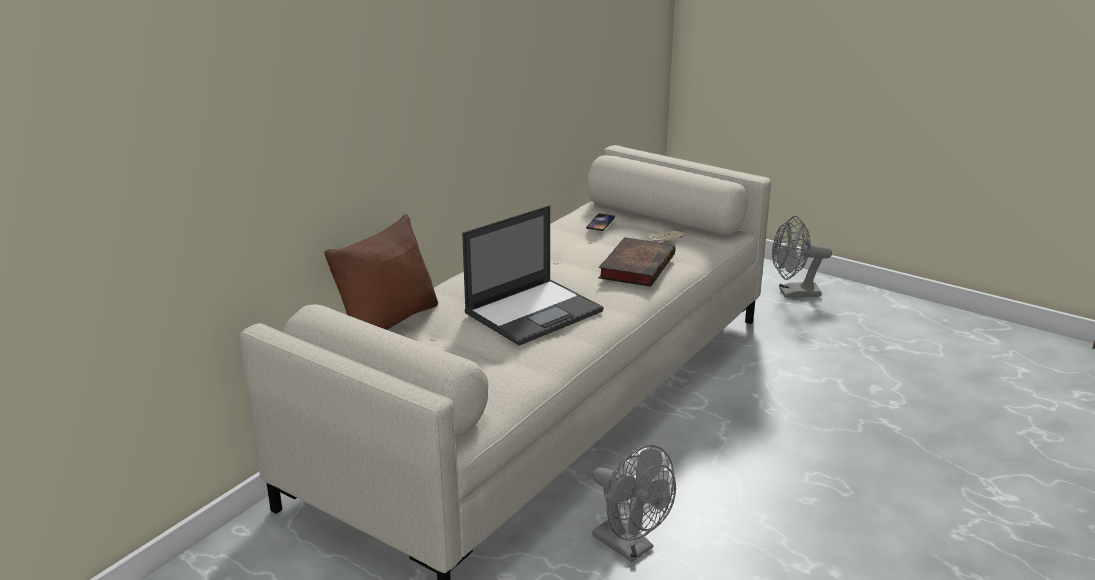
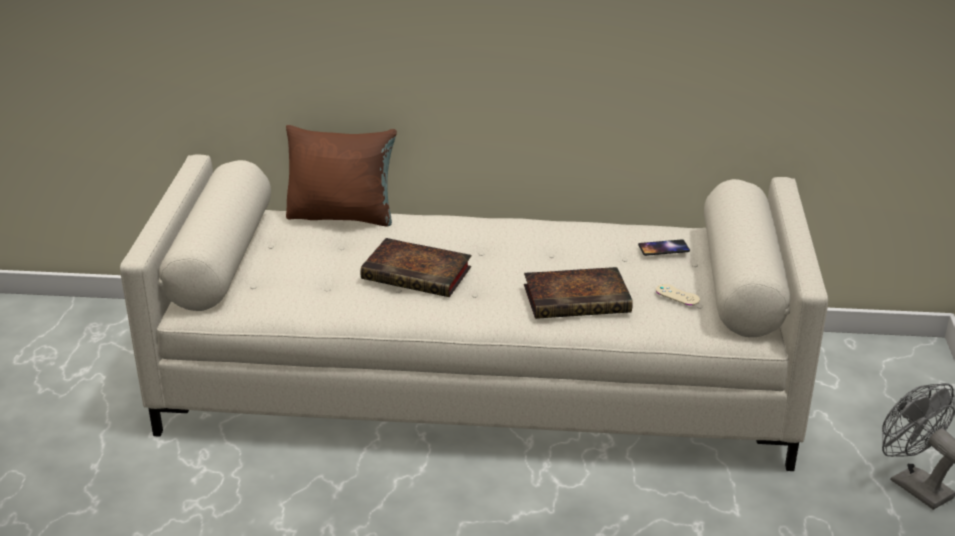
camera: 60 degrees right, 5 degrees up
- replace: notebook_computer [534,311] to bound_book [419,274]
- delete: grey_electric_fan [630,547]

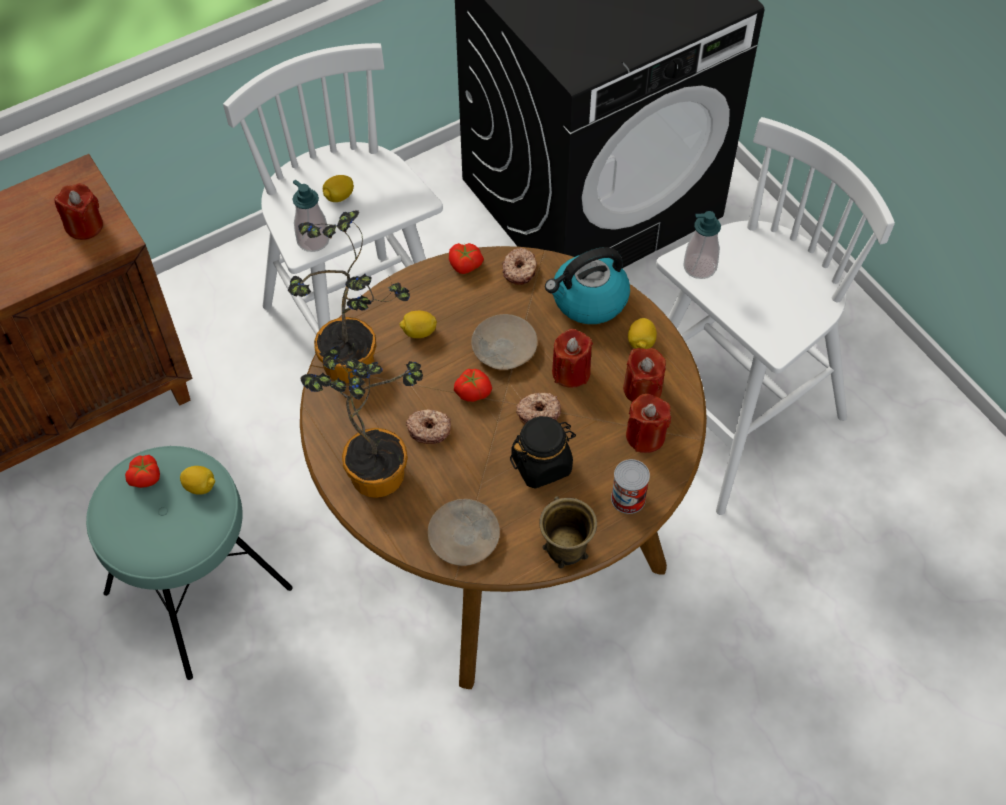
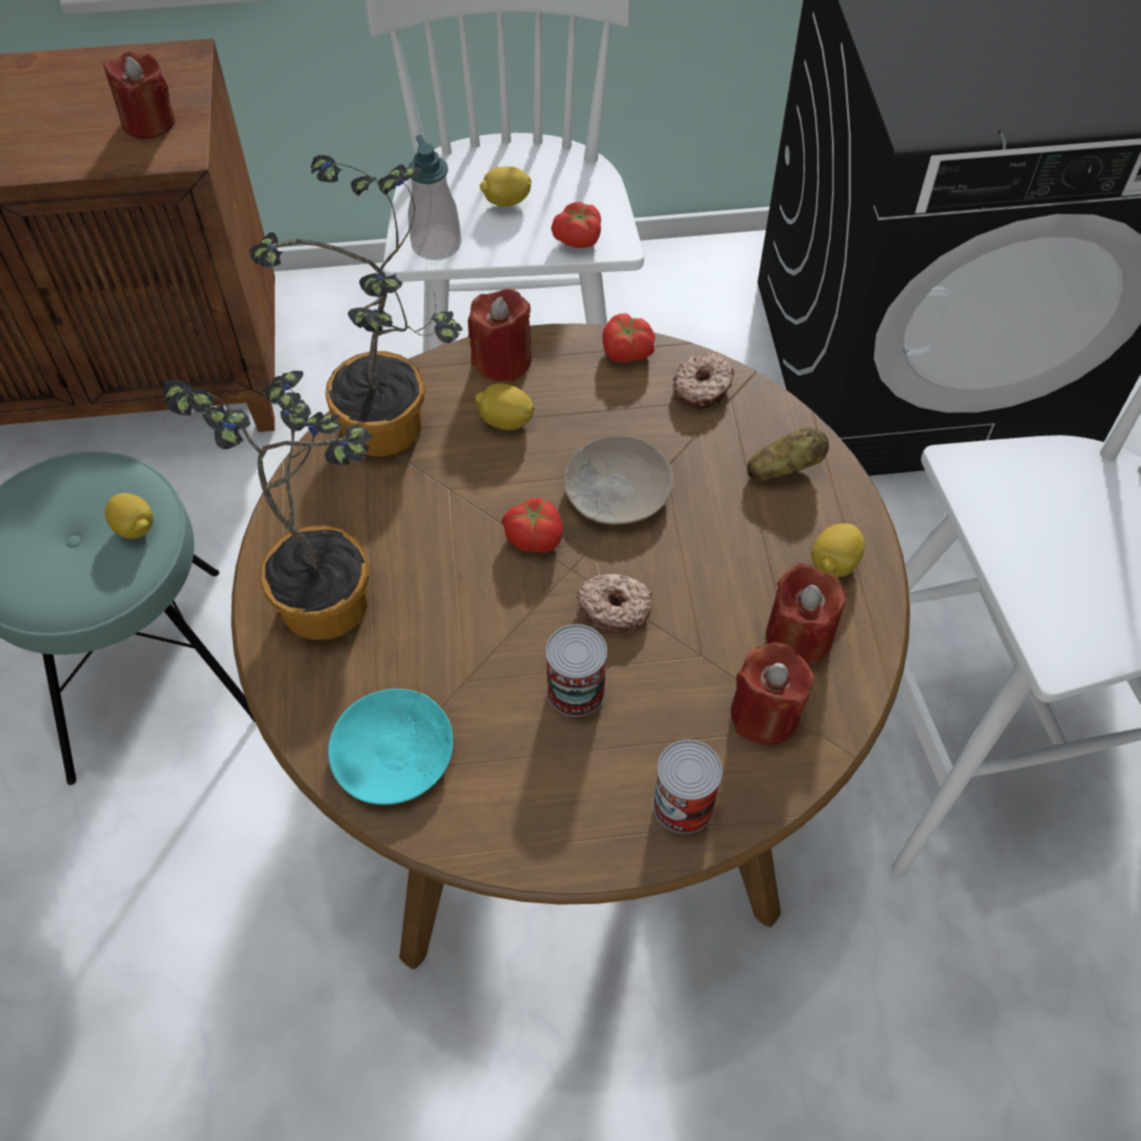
camera: 25 degrees right, 0 degrees up
- delete: soap_bottle [699,267]
- replace: tea_kettle [588,300] to spud [784,468]
- move: reddish_wax_candle [571,372] to [502,360]
- delete: doughnut [429,429]
- replace: black_jar [542,464] to metal_can [576,690]
- move: tomato [146,478] to [579,239]
- delete: brown_tea_mug [565,549]
- recolor: beige_plate [464,536] to turquoise-coloured_plate [394,752]

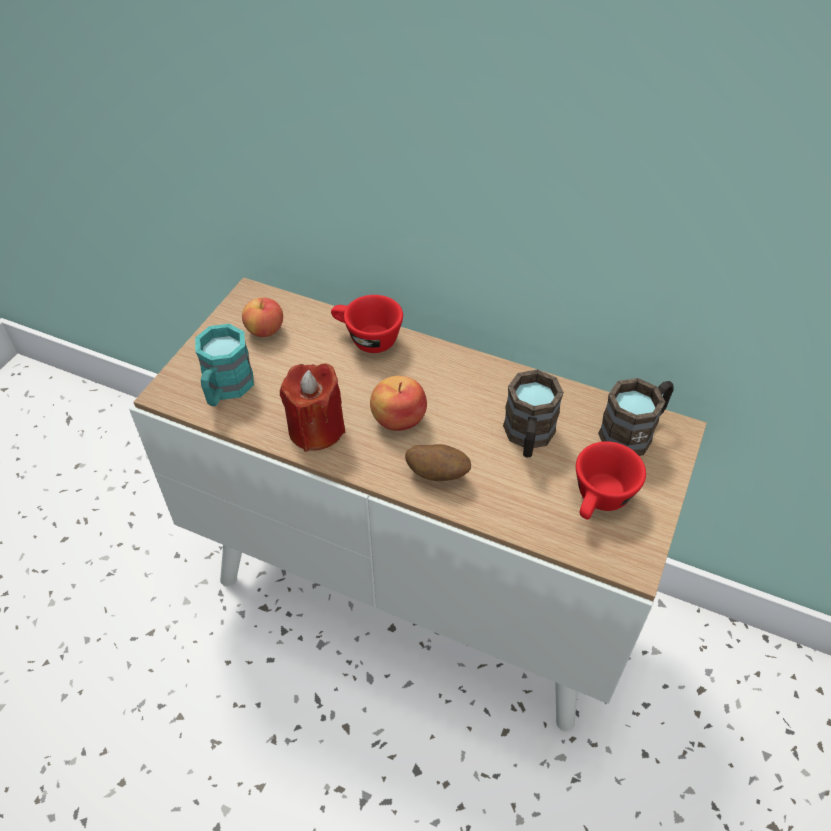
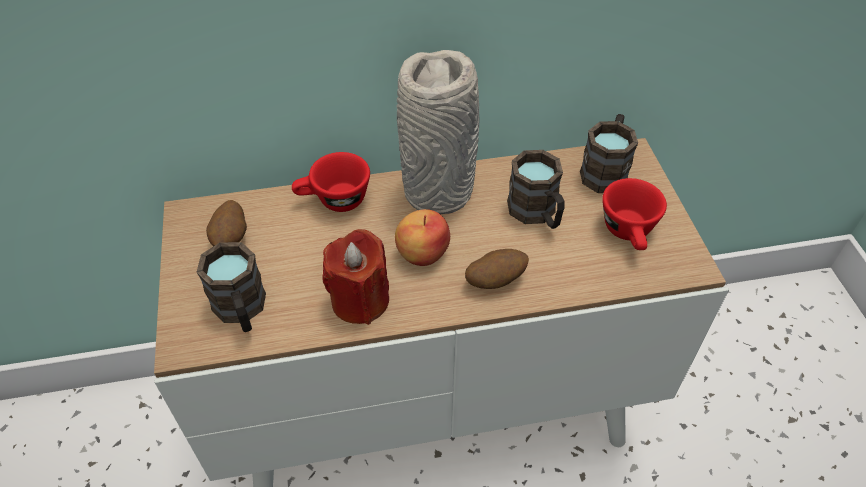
camera: 35 degrees left, 0 degrees up
- replace: whole_apple [265,330] to spud [231,238]
- recolor: turquoise-coloured_tea_mug [225,389] to brown_tea_mug [241,311]
- insert: grey_vase [438,190]

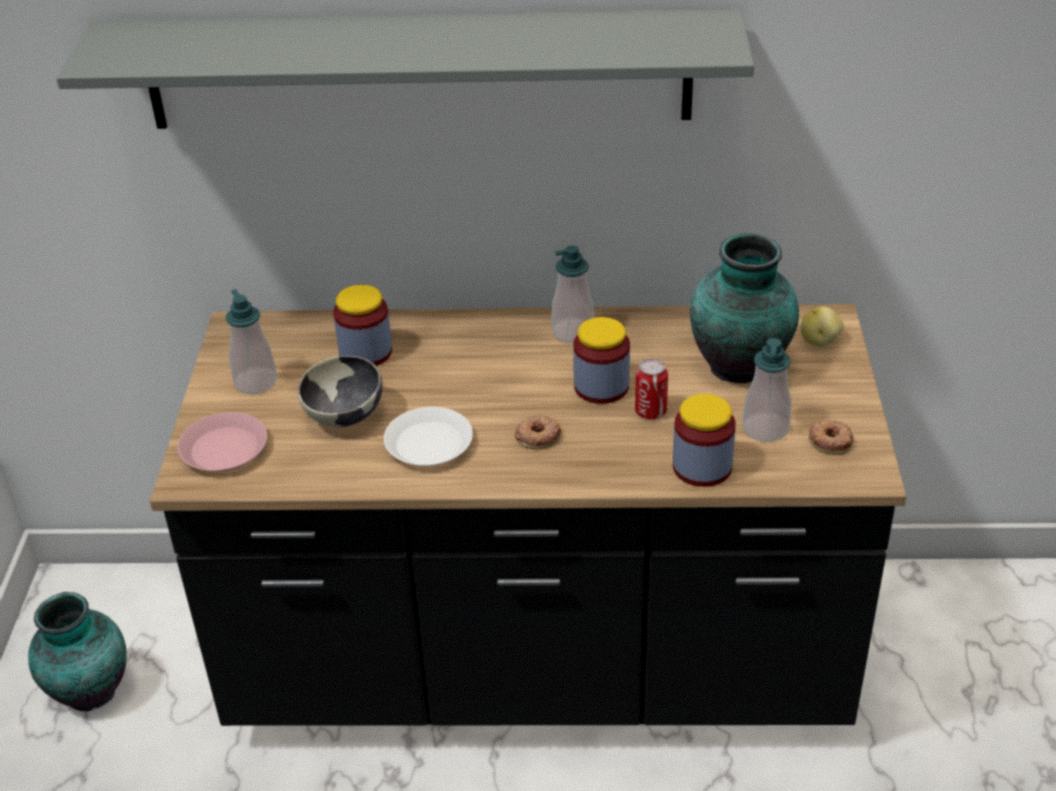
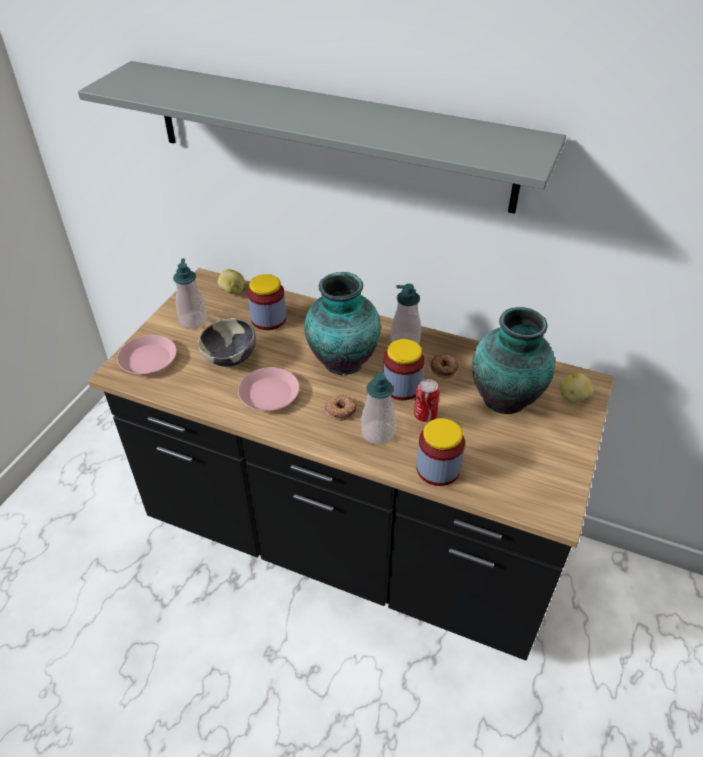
camera: 20 degrees right, 5 degrees up
- move: soap_bottle [765,429] to [378,433]
- recolor: white-coloured_plate [429,444] to pinkish_plate [269,394]
- move: doughnut [830,440] to [444,368]
- move: vase [89,693] to [341,362]
- insert: spud [232,291]

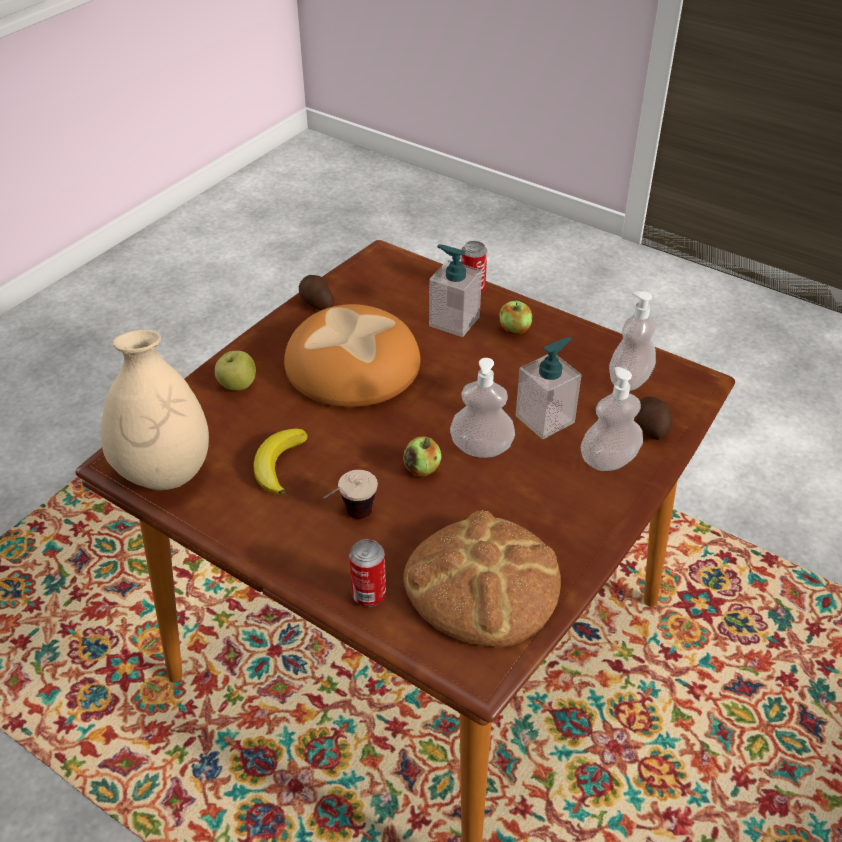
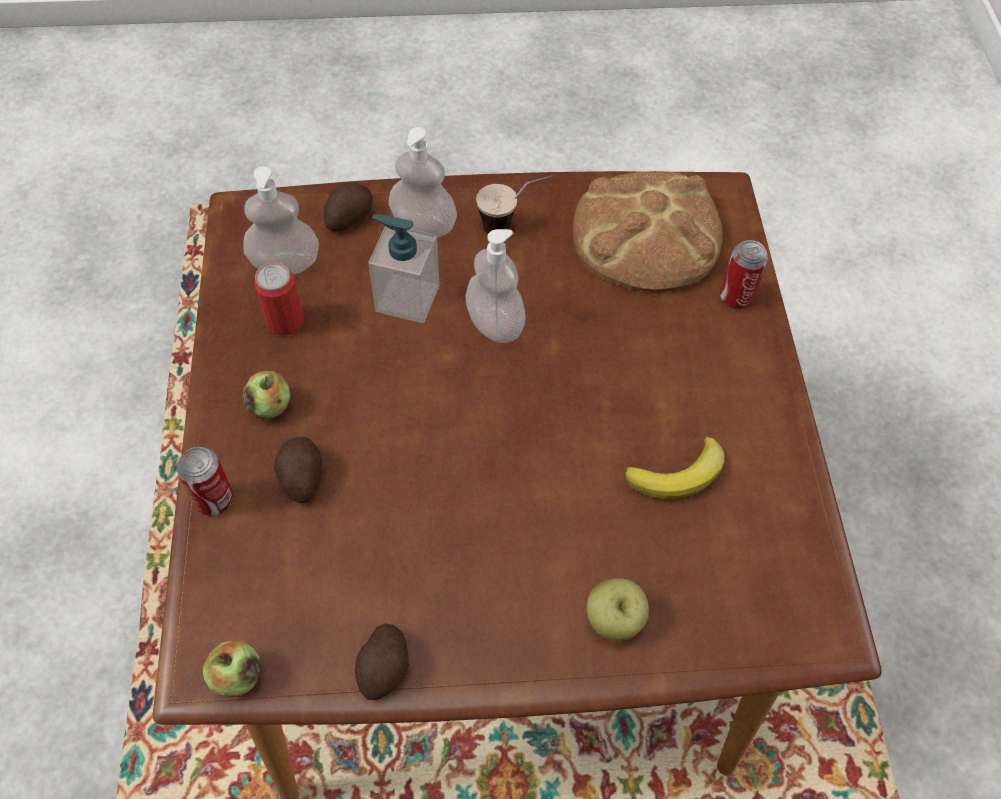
camera: 130 degrees left, 15 degrees up
- replace: soap_bottle [454,321] to spud [301,477]
- delete: bread [354,365]
- delete: beige_vase [165,472]
- move: whole_apple [422,469] to [237,676]
- move: drinking_cup [350,520] to [512,225]
- insert: metal_can [285,321]

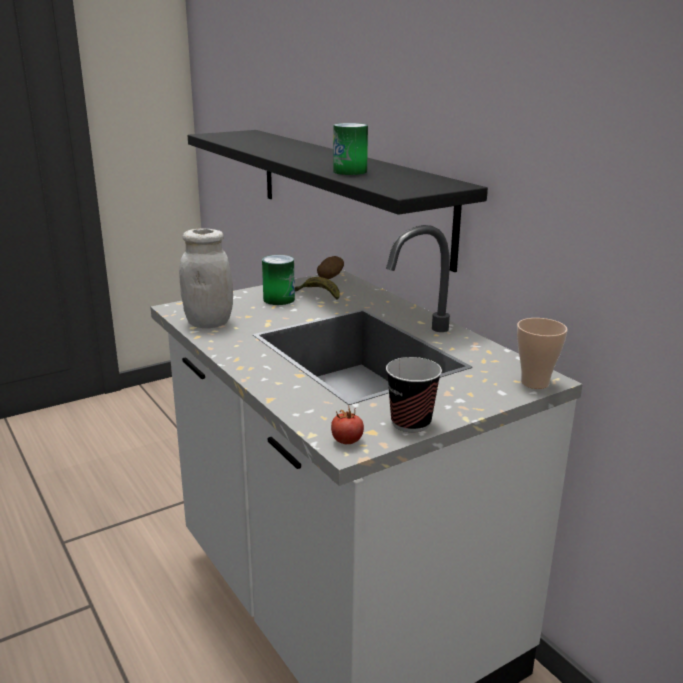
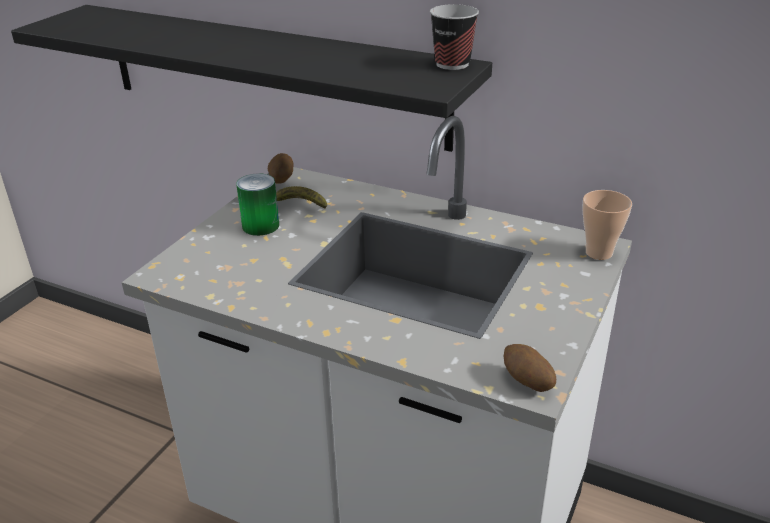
camera: 30 degrees left, 10 degrees up
- delete: metal_can [350,171]
- delete: white-coloured_jar [209,323]
- move: drinking_cup [411,423] to [452,64]
- replace: tomato [347,441] to spud [527,382]

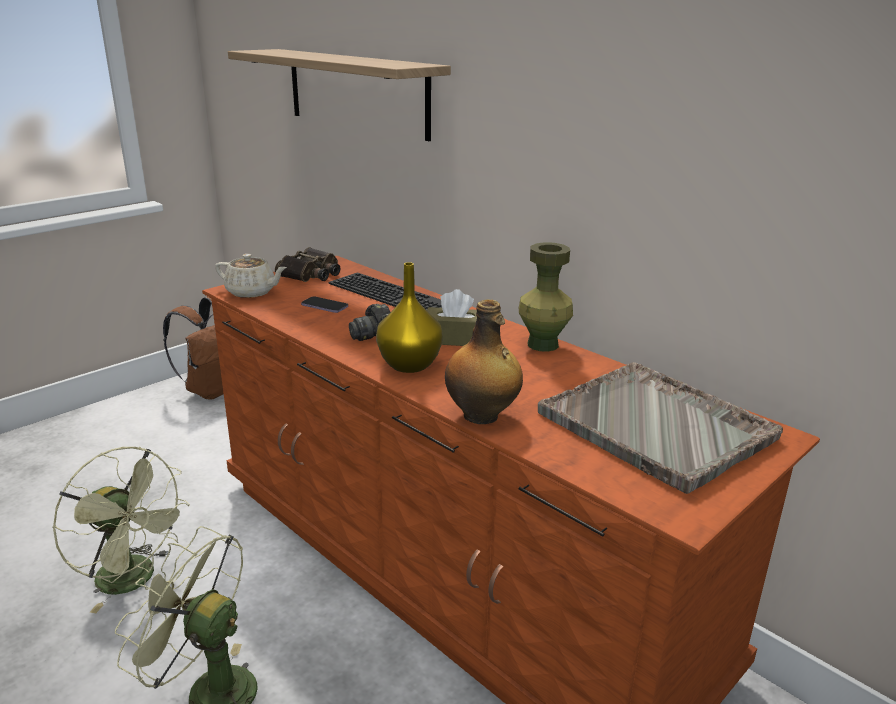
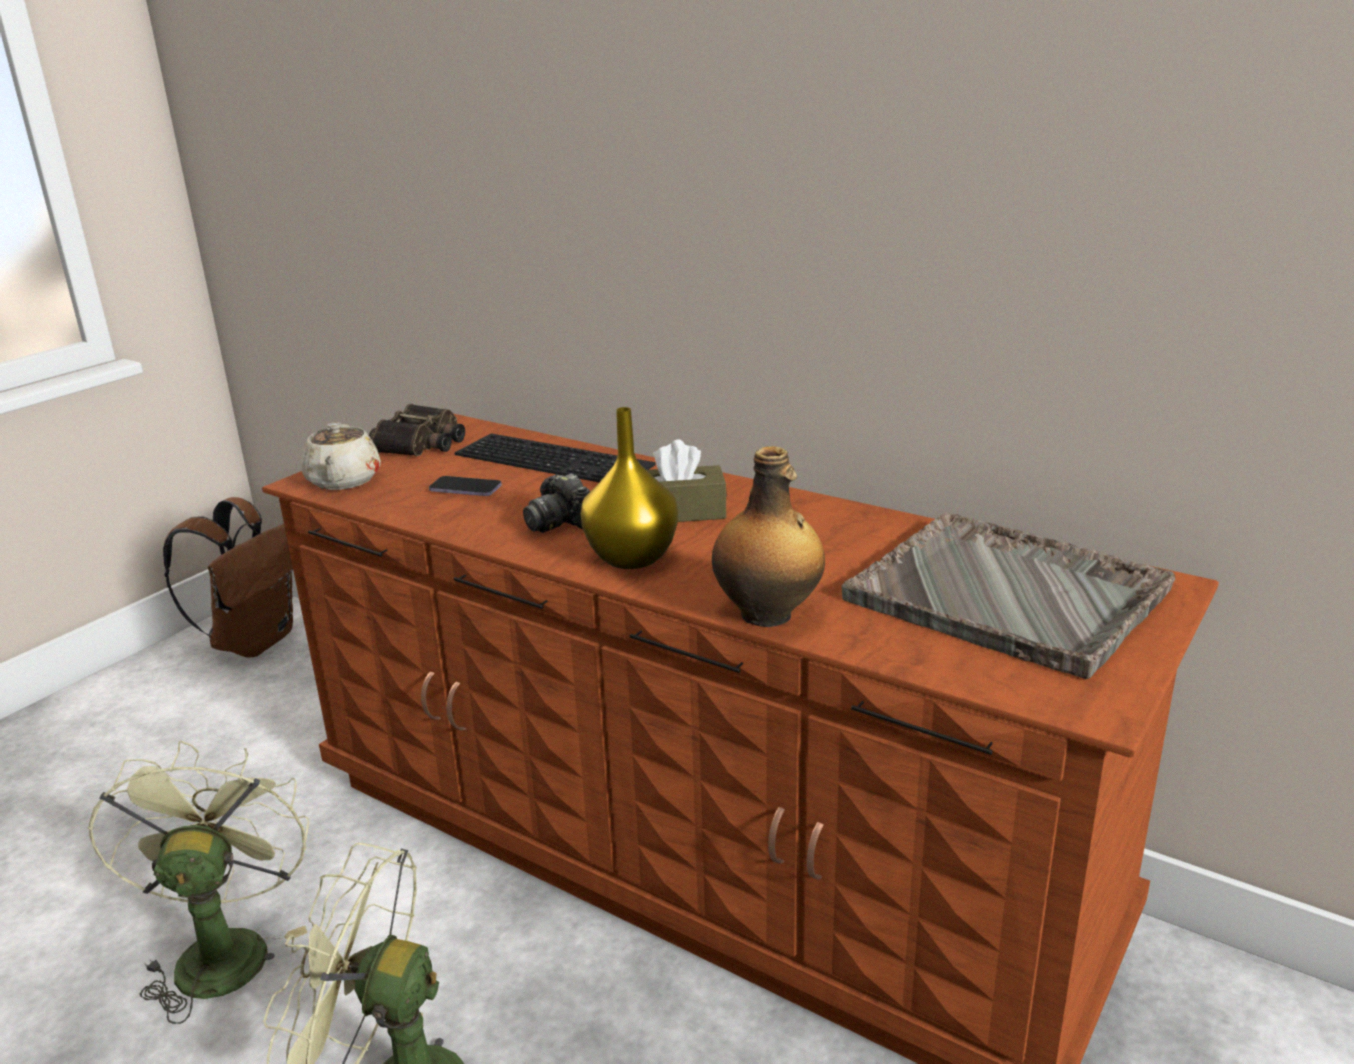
camera: 10 degrees left, 0 degrees up
- delete: bracket_shelf [356,92]
- delete: greenish_vase [542,344]
- rotate: beige_teapot [252,292] = [343,481] 75 degrees clockwise
- rotate: greenish_electric_fan [135,580] = [222,948] 120 degrees counterclockwise

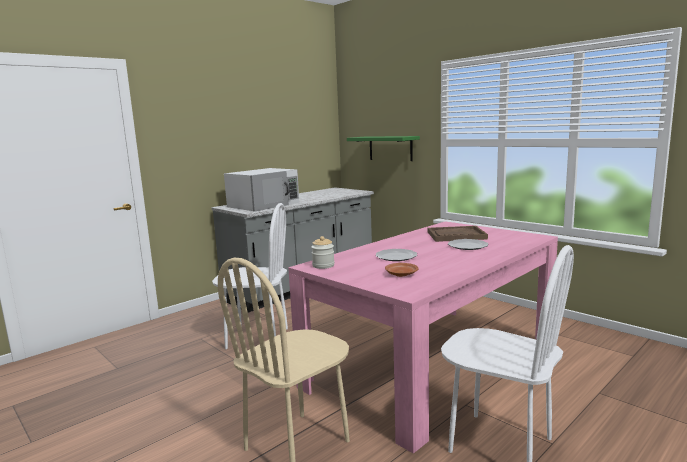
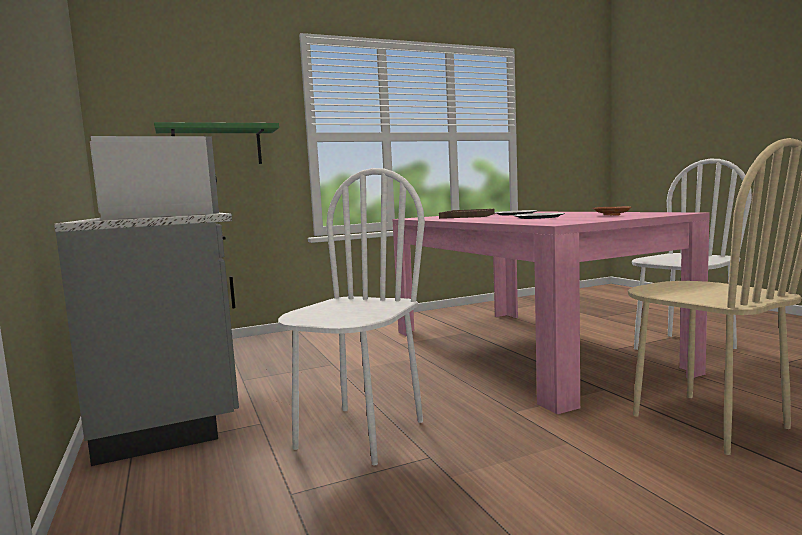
camera: 70 degrees left, 5 degrees down
- delete: jar [323,265]

